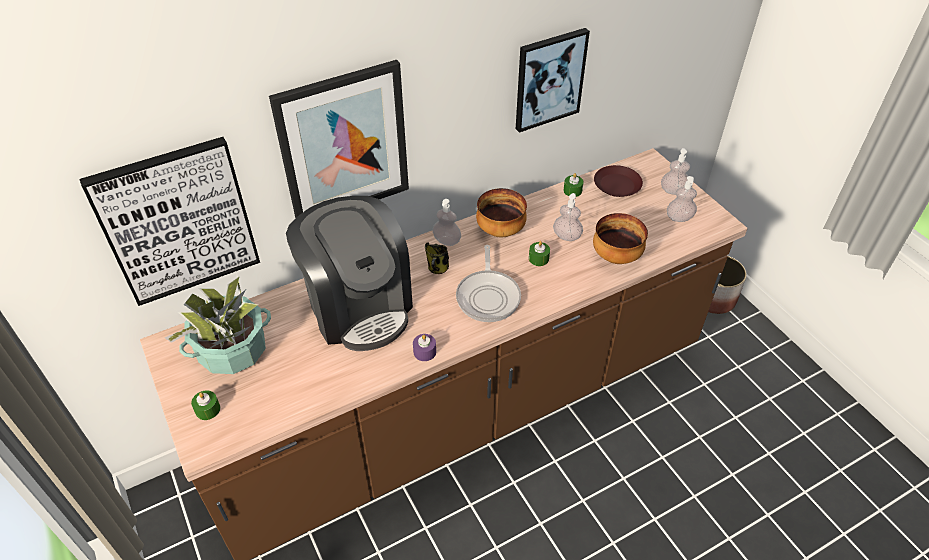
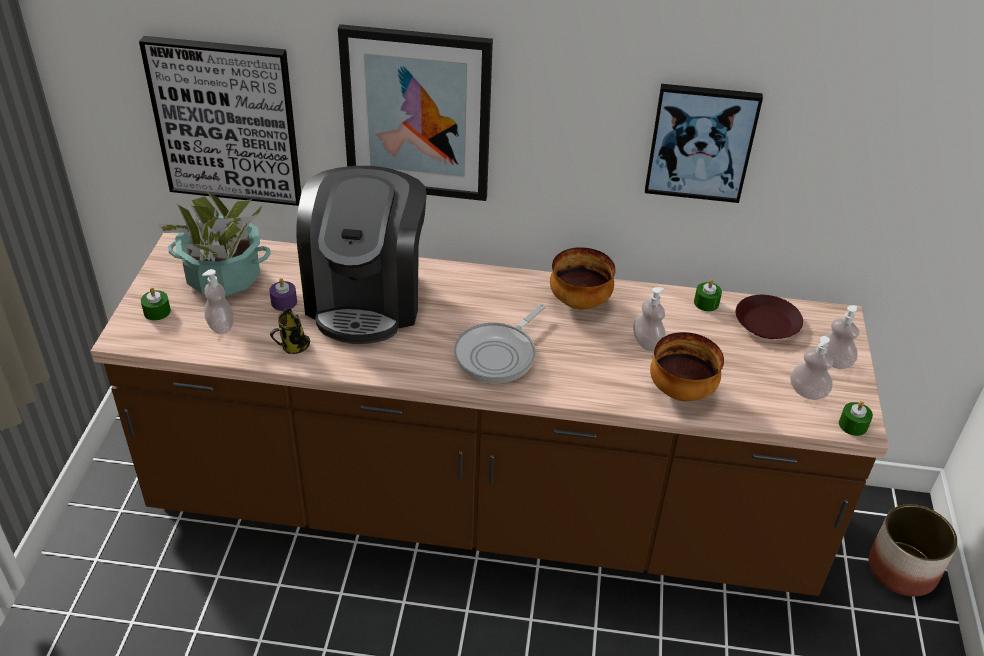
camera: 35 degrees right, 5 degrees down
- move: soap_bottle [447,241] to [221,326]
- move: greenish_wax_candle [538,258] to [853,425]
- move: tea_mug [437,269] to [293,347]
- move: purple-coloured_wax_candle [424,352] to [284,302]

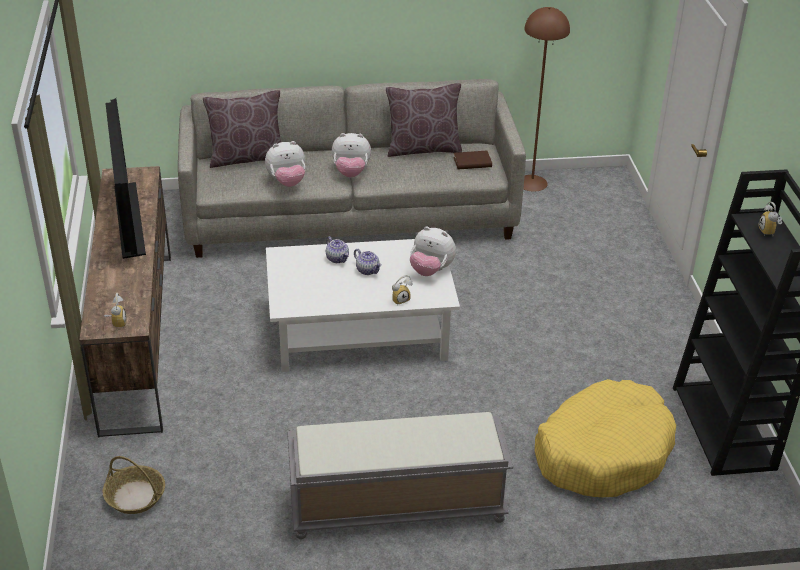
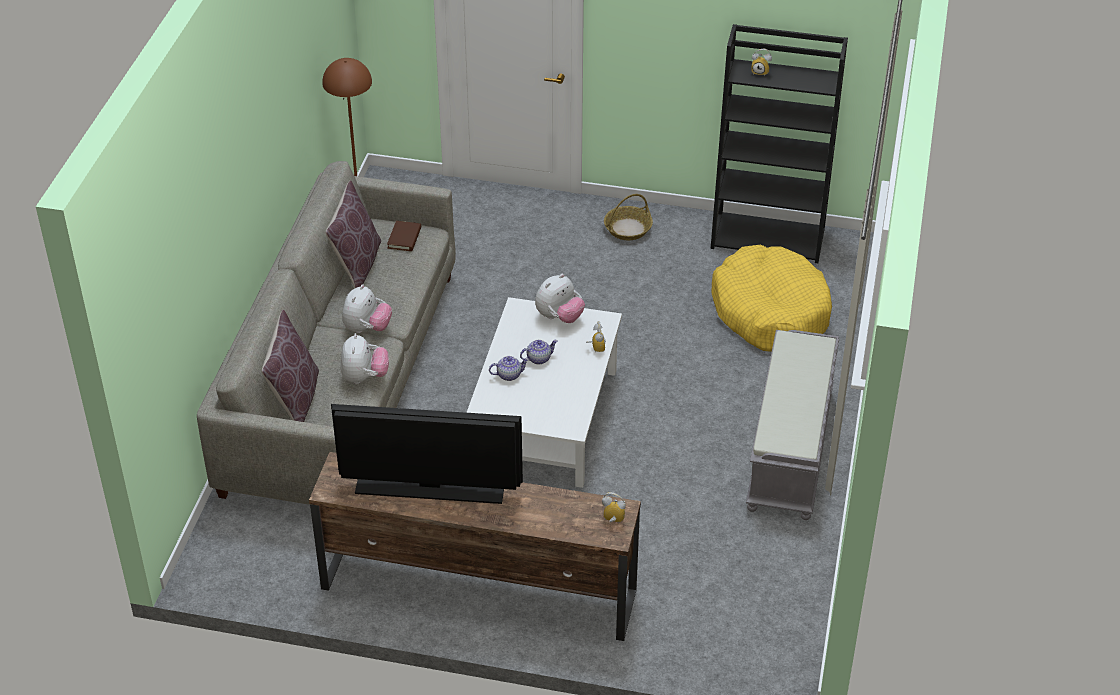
camera: 70 degrees left, 5 degrees up
- move: storage_basket [135,496] to [628,228]

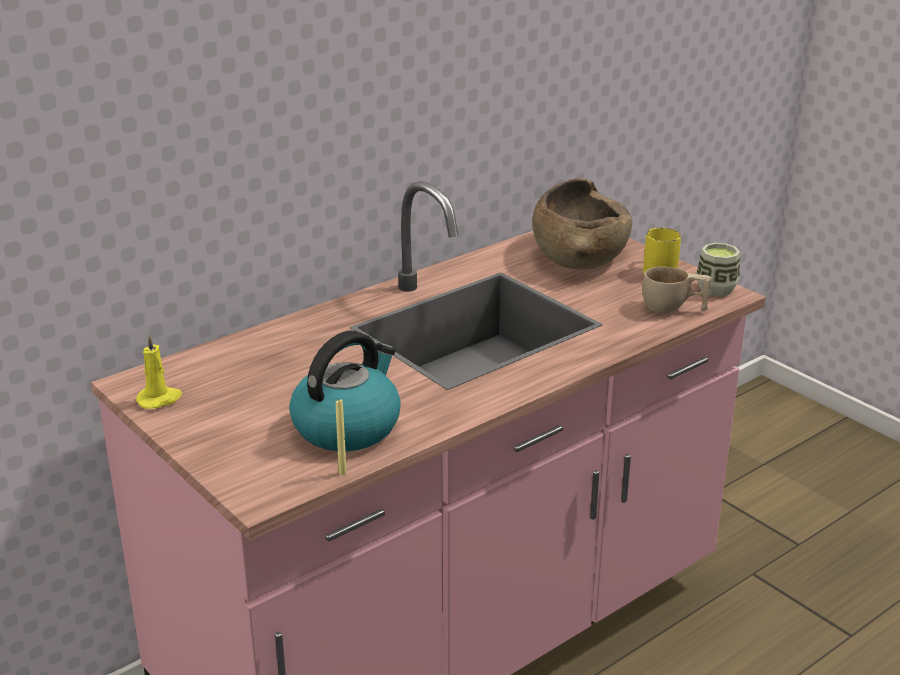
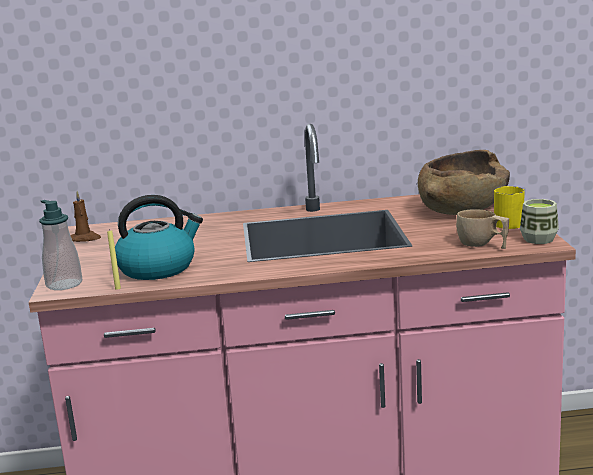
camera: 35 degrees right, 10 degrees down
- recolor: yellow-coloured_wax_candle [160,399] to brown_wax_candle [85,238]
- insert: soap_bottle [64,284]

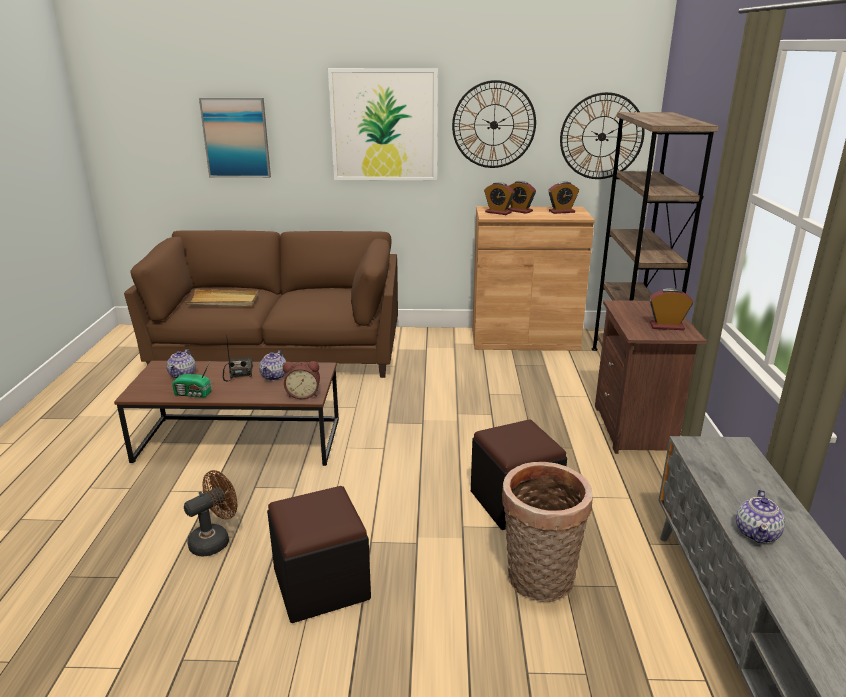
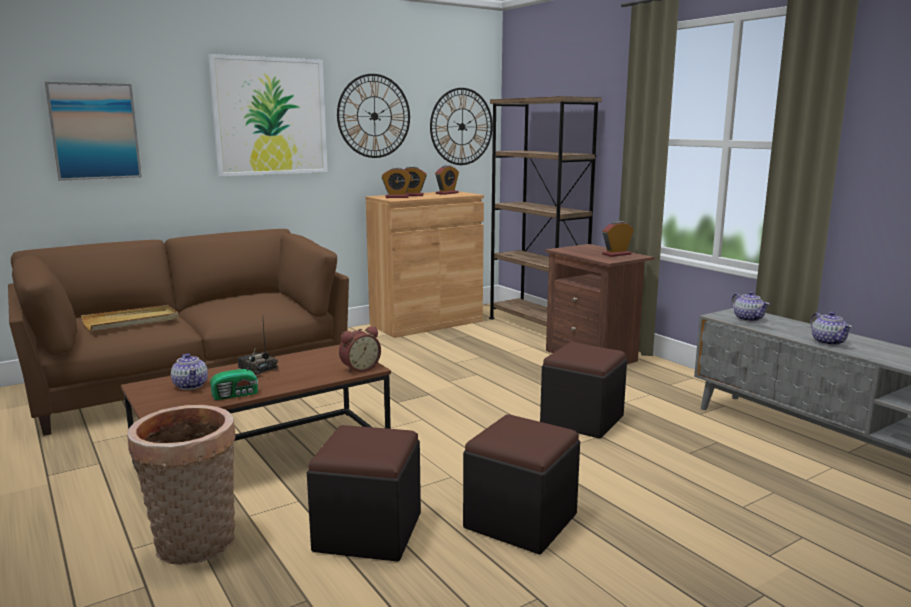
camera: 35 degrees left, 10 degrees down
- move: teapot [274,376] to [748,319]
- move: storage_basket [538,582] to [194,547]
- replace: brown_electric_fan [215,540] to black_footrest [368,532]

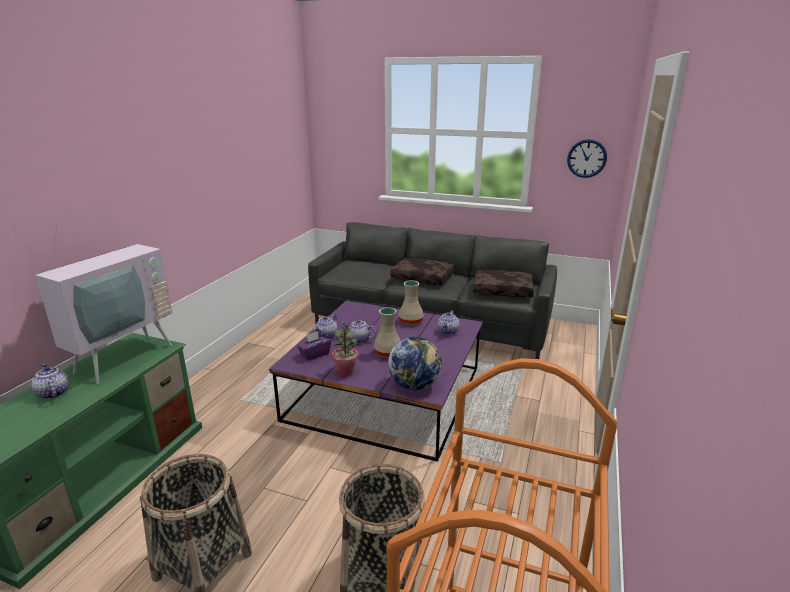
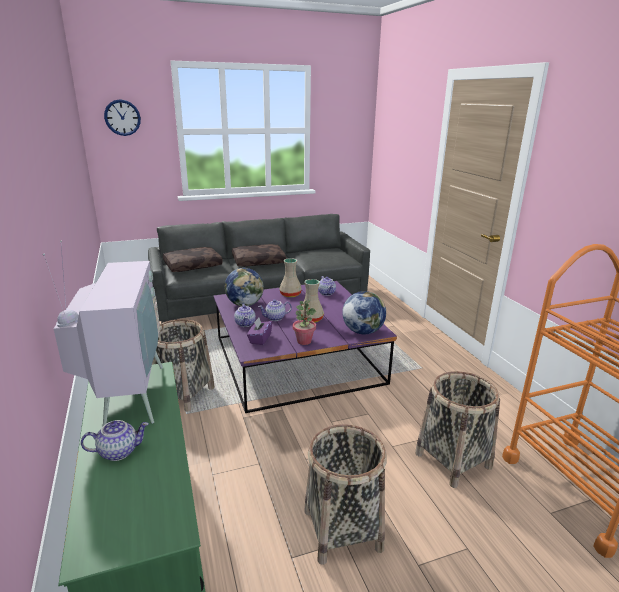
camera: 40 degrees left, 0 degrees up
- move: wall_clock [586,158] to [122,117]
- move: brown_pillow [503,290] to [193,265]
- rotate: teapot [52,393] = [119,451] 150 degrees clockwise
- insert: globe [245,304]
- insert: storage_basket [184,393]

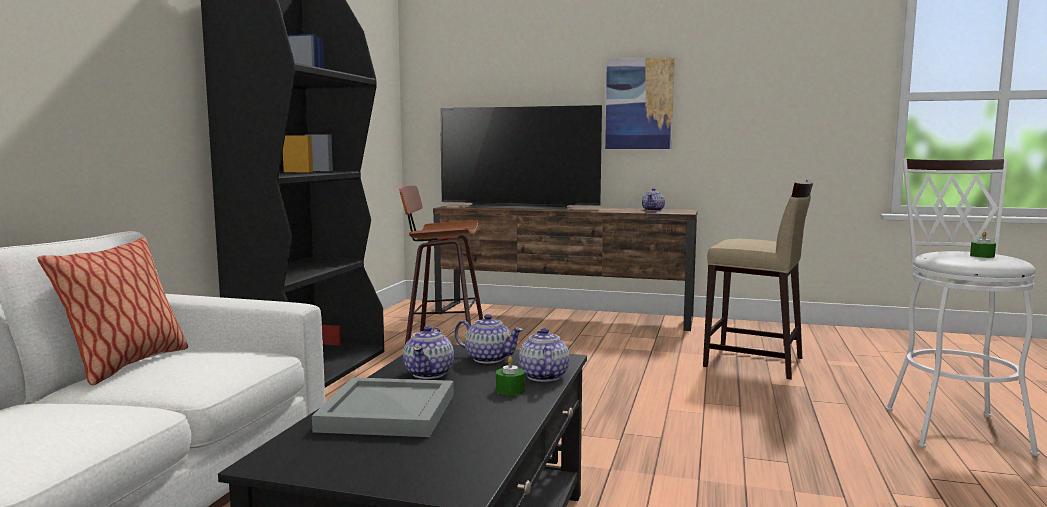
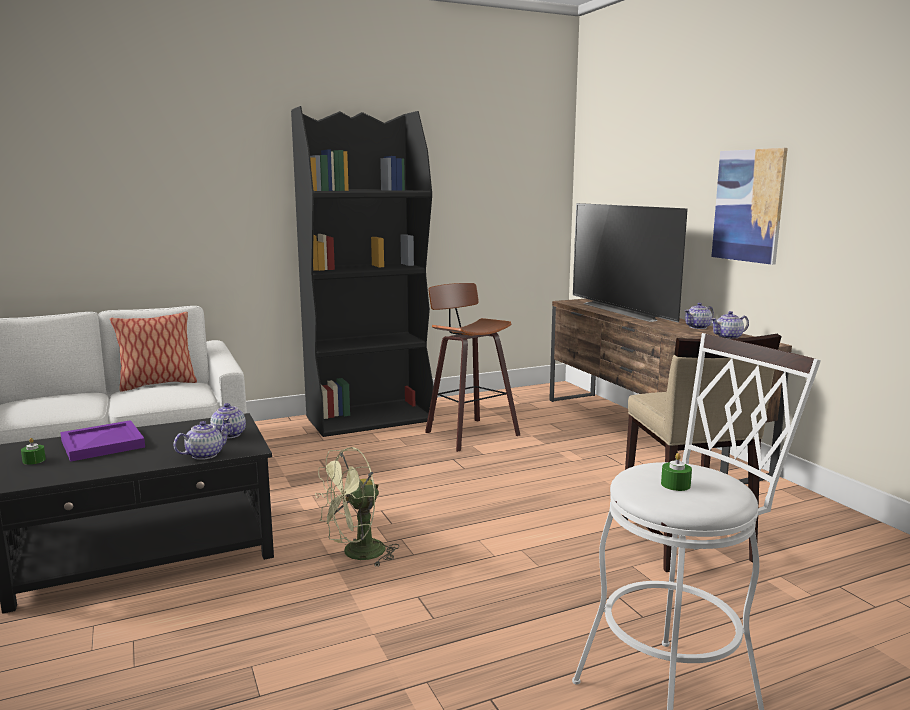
camera: 50 degrees right, 5 degrees up
- move: teapot [429,373] to [698,327]
- move: greenish_wax_candle [510,390] to [34,460]
- recolor: grey_serving_tray [386,411] to purple-coloured_serving_tray [103,443]
- insert: greenish_electric_fan [356,554]

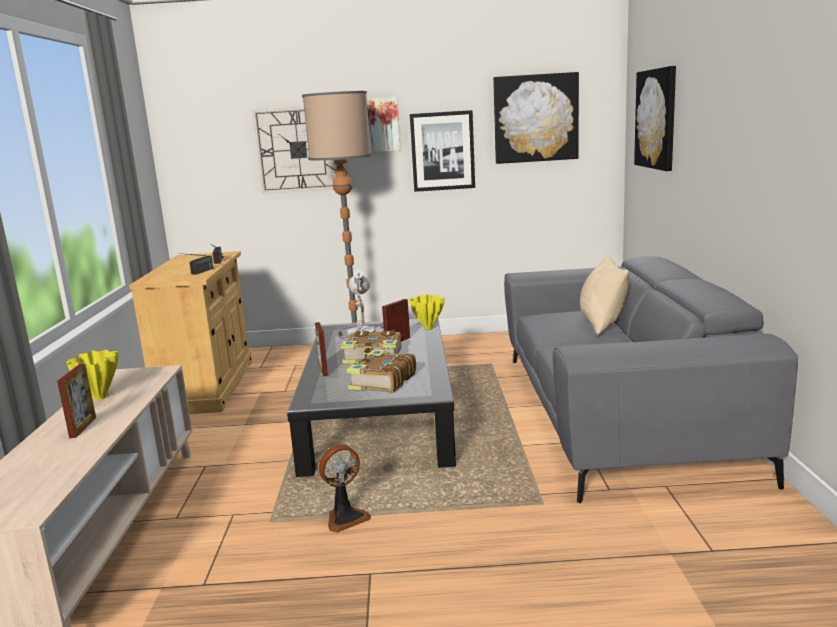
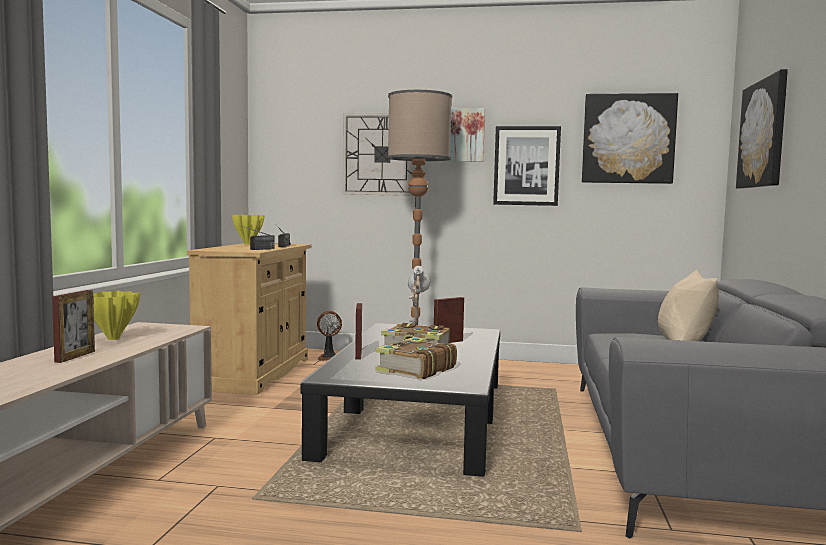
camera: 10 degrees right, 10 degrees down
- move: yellow-coloured_vase [428,328] to [248,244]
- move: electric_fan [345,518] to [329,357]

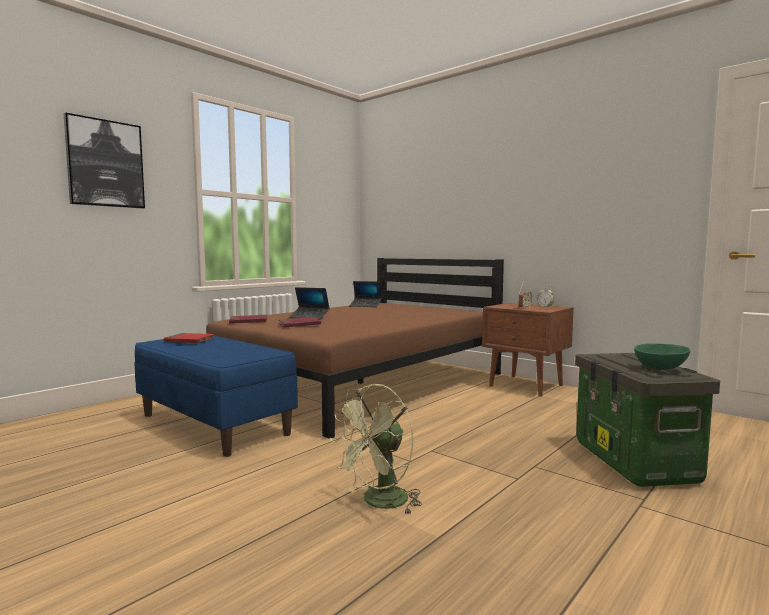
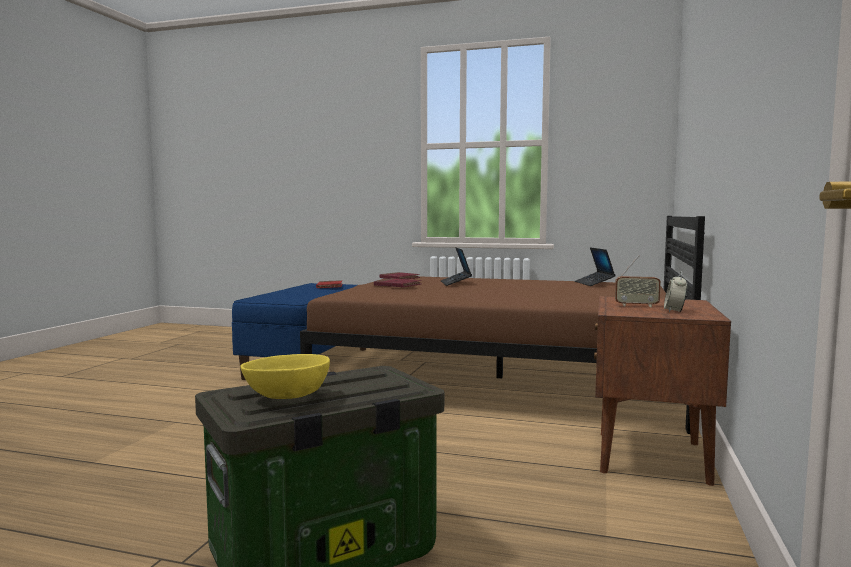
camera: 65 degrees right, 0 degrees up
- delete: wall_picture [105,163]
- recolor: greenish_bowl [660,368] to yellow-coloured_bowl [288,396]
- delete: greenish_electric_fan [379,503]

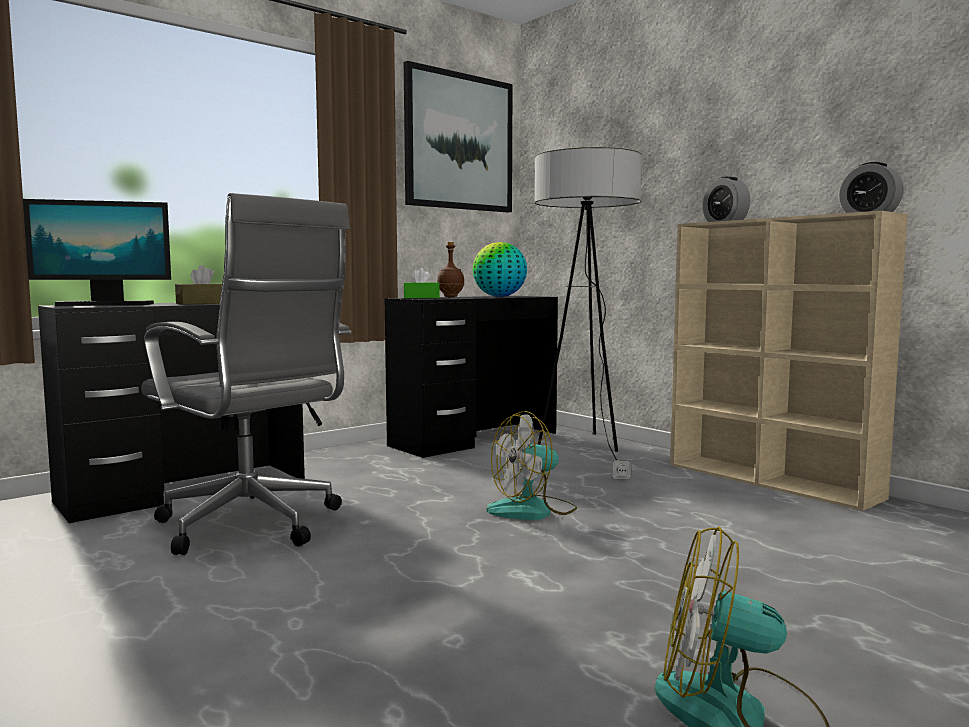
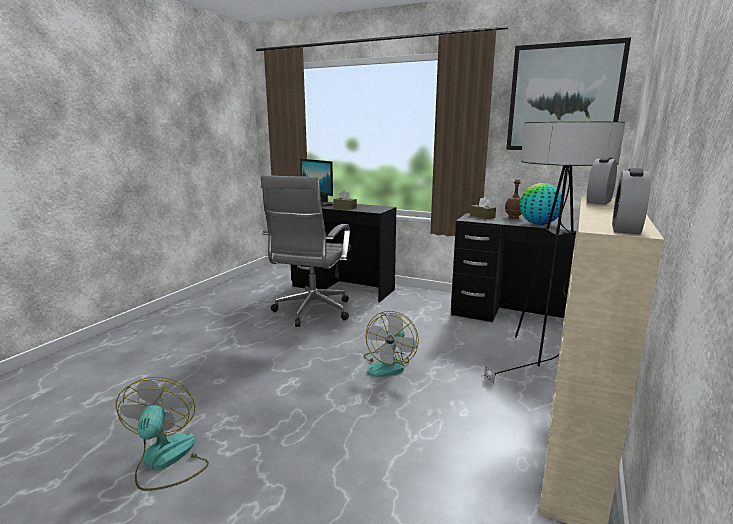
camera: 65 degrees right, 10 degrees up
- recolor: greenish_tissue_box [421,298] to brown_tissue_box [482,216]
- rotate: electric_fan [533,510] = [389,364] 105 degrees counterclockwise

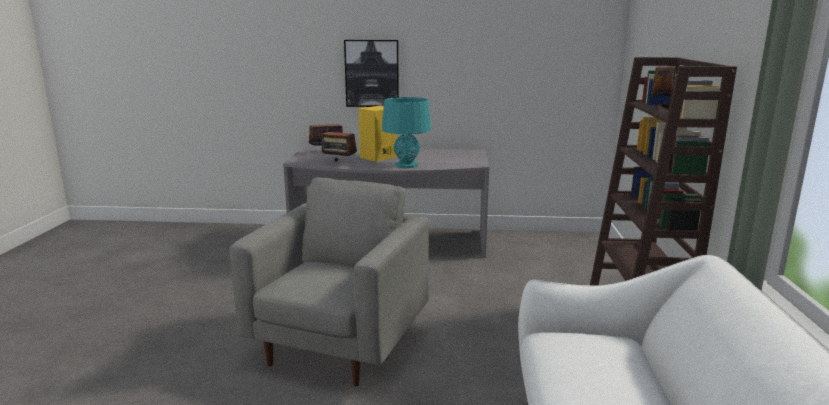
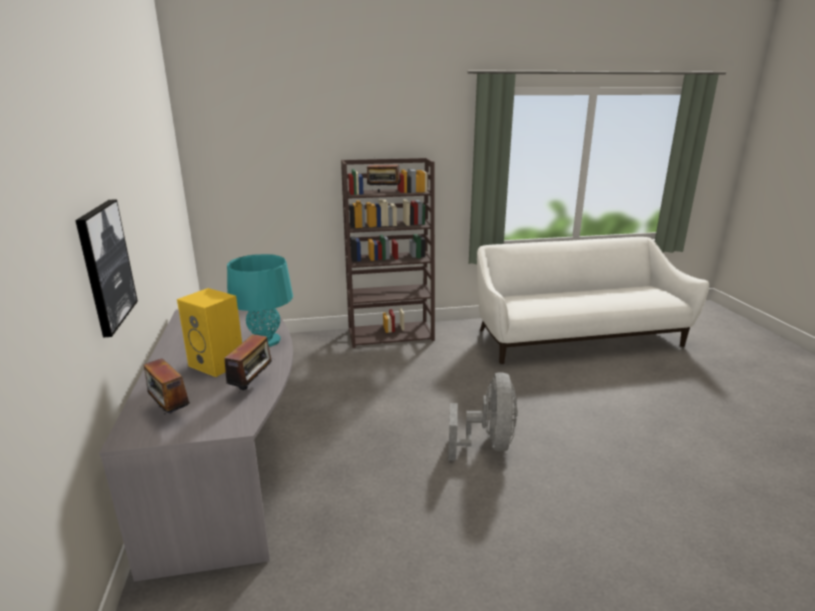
camera: 105 degrees left, 5 degrees up
- replace: grey_lounge_chair [340,344] to grey_electric_fan [488,444]

